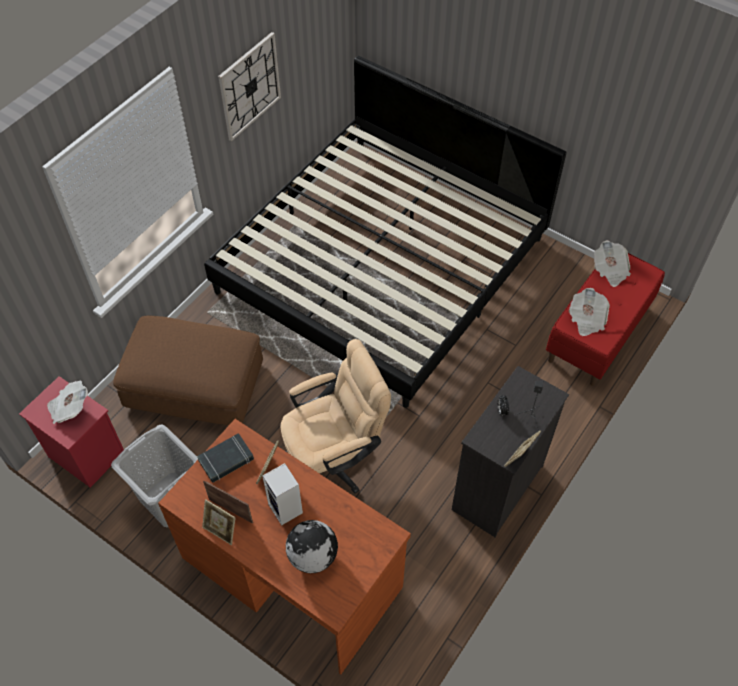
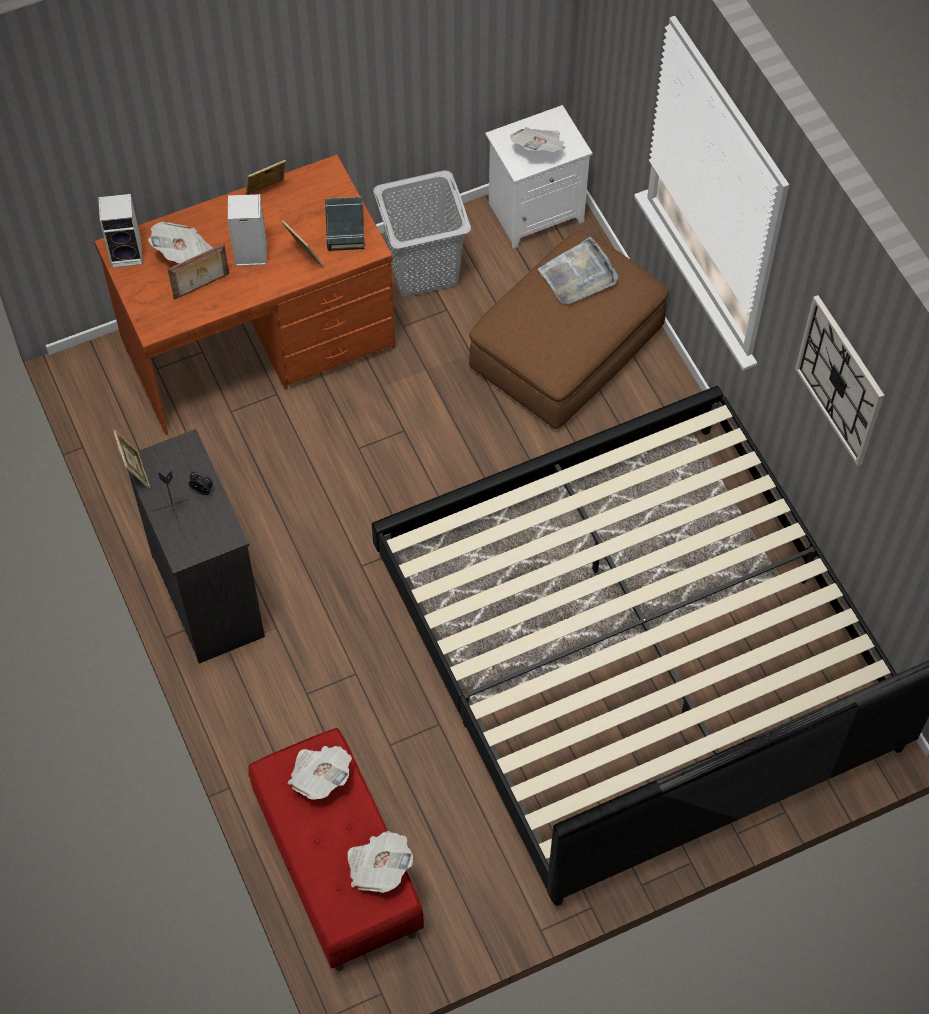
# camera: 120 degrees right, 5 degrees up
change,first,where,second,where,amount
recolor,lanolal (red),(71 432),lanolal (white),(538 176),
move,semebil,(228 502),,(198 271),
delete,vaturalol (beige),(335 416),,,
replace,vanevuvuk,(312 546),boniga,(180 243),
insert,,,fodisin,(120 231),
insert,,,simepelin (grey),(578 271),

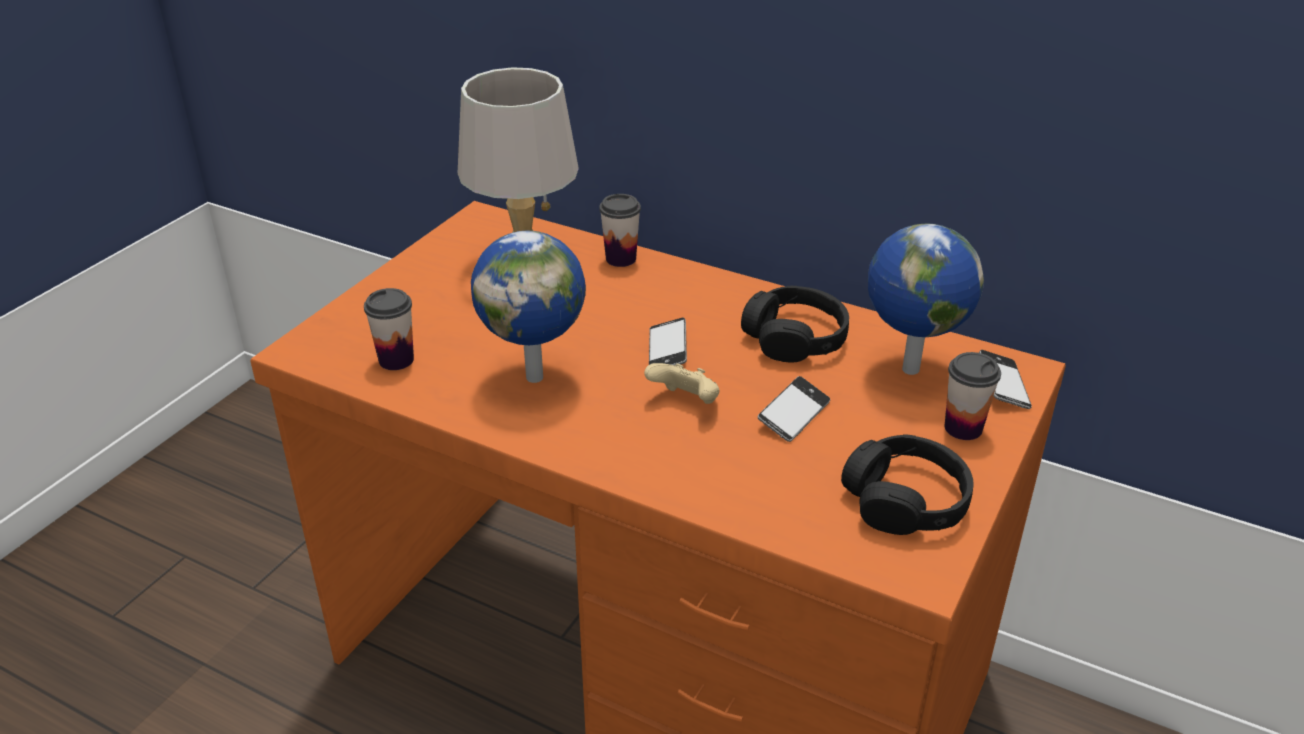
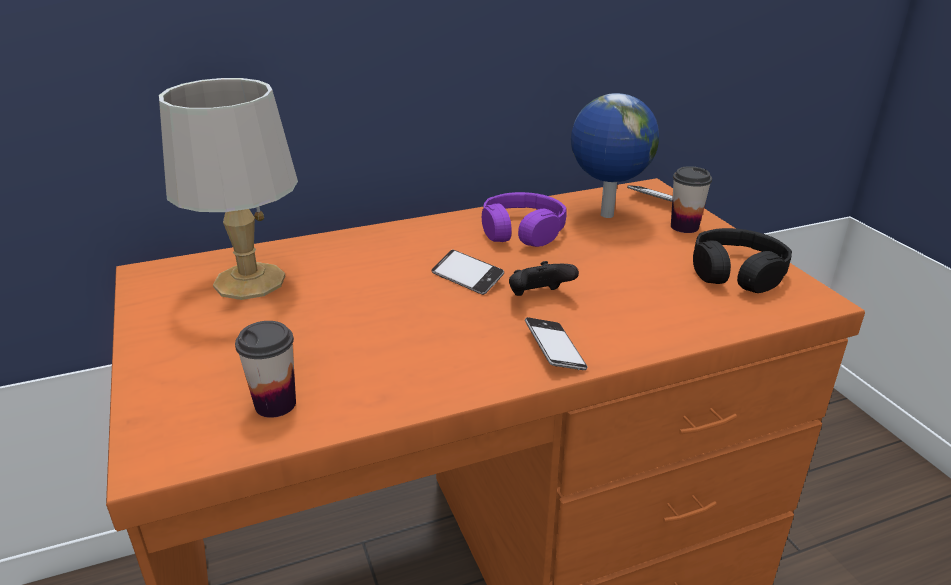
# camera: 50 degrees left, 5 degrees down
change,first,where,second,where,amount
delete,vanevuvuk,(528 306),,,
delete,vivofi,(620 230),,,
recolor,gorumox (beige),(682 383),gorumox (black),(544 278),
recolor,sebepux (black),(795 324),sebepux (purple),(524 219),
move,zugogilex,(793 409),,(556 343),

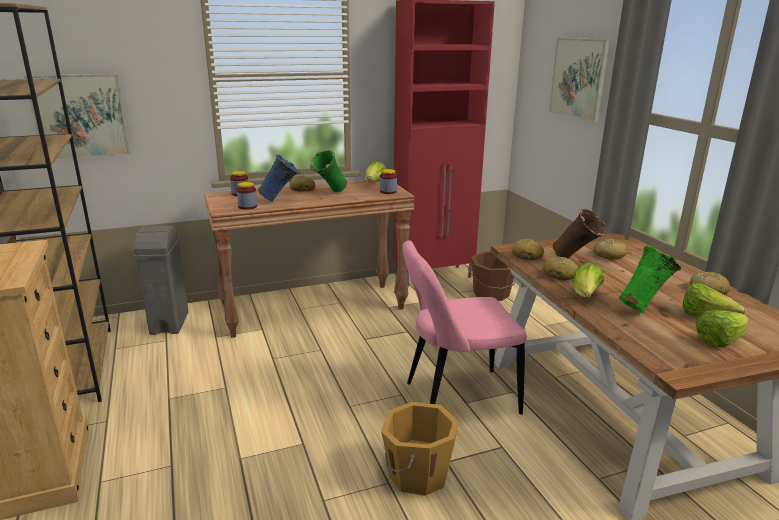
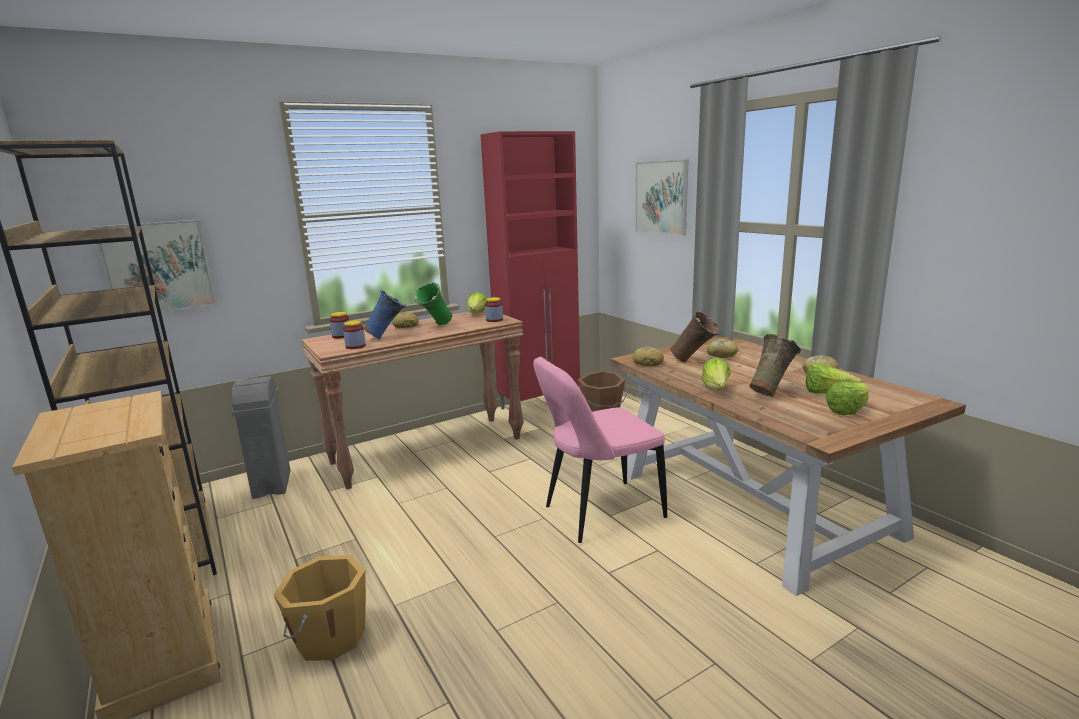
# camera: 10 degrees left, 5 degrees down
change,first,where,second,where,amount
move,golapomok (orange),(420 449),,(320 608),
delete,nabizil,(560 268),,,
recolor,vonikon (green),(650 279),vonikon (beige),(775 365),

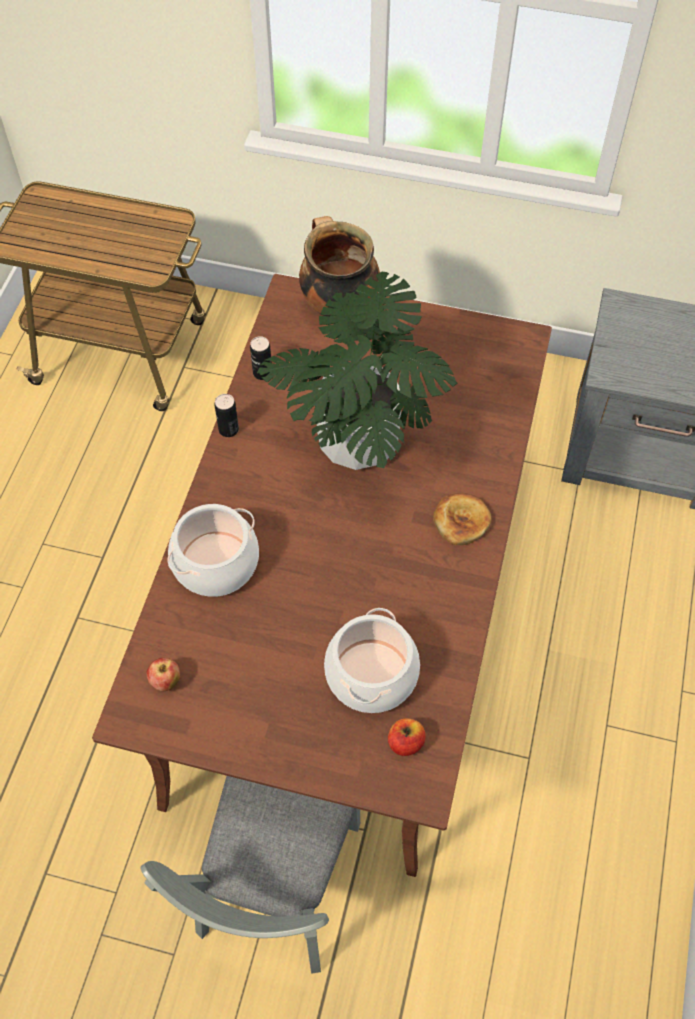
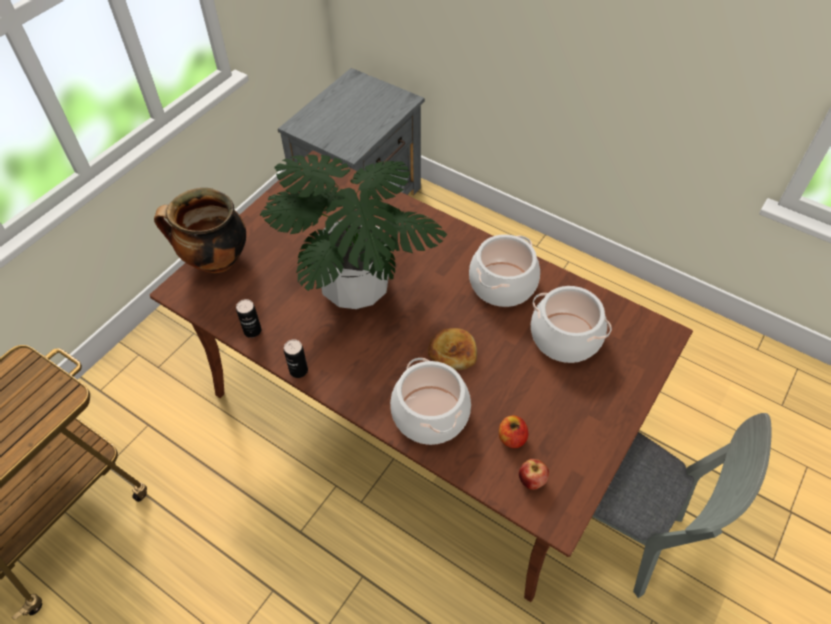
# camera: 70 degrees left, 5 degrees down
change,first,where,second,where,amount
move,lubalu,(407 737),,(513 431),
move,nabizil,(462 519),,(452 349),
insert,,,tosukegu,(504 270),

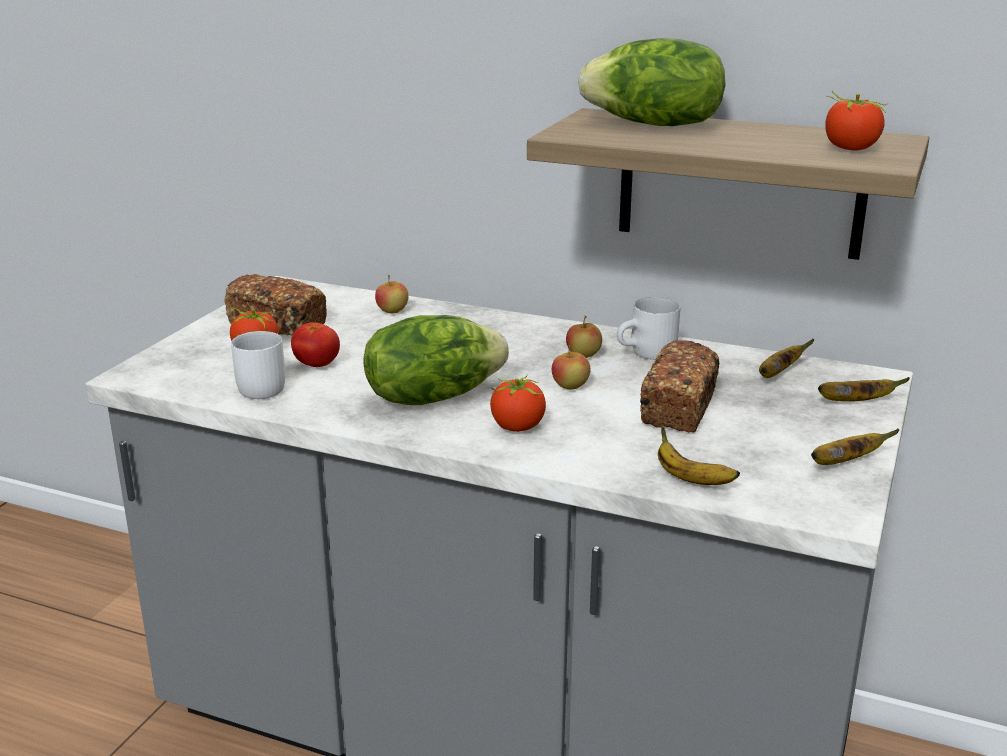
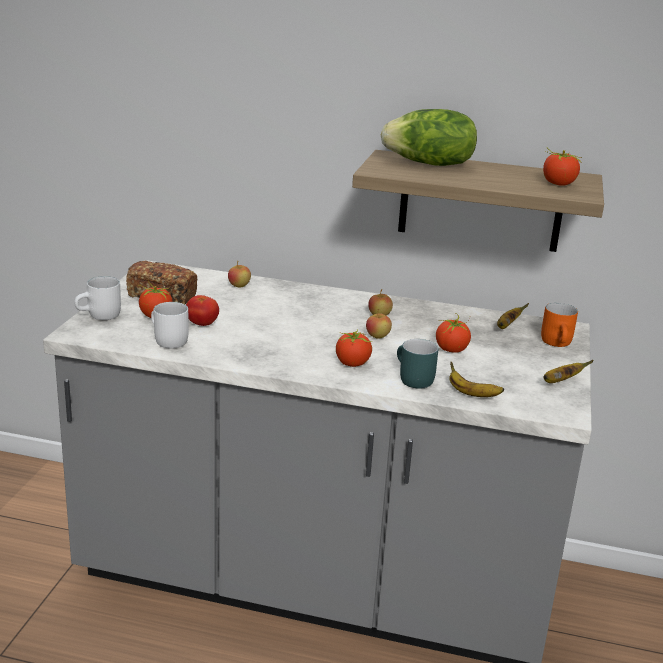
# camera: 10 degrees left, 0 degrees up
change,first,where,second,where,amount
delete,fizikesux,(436 360),,,
move,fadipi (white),(648 328),,(97 298),
replace,nabizil,(679 386),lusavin,(453 333),
replace,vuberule,(864 389),fadipi (orange),(559 325),
insert,,,fadipi (turquoise),(417 364),

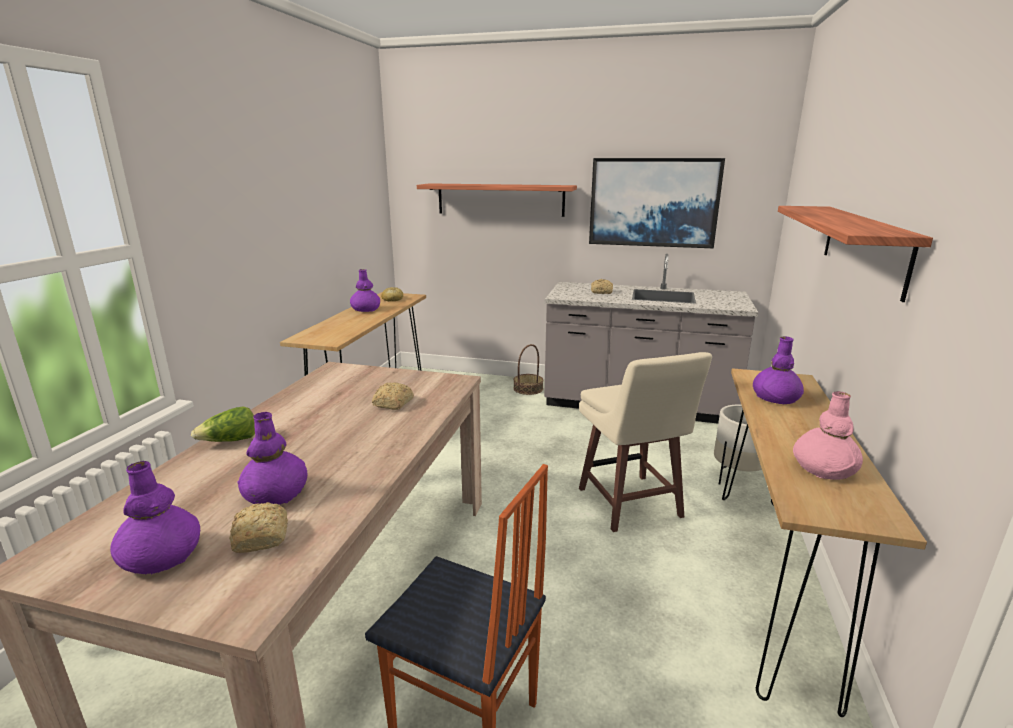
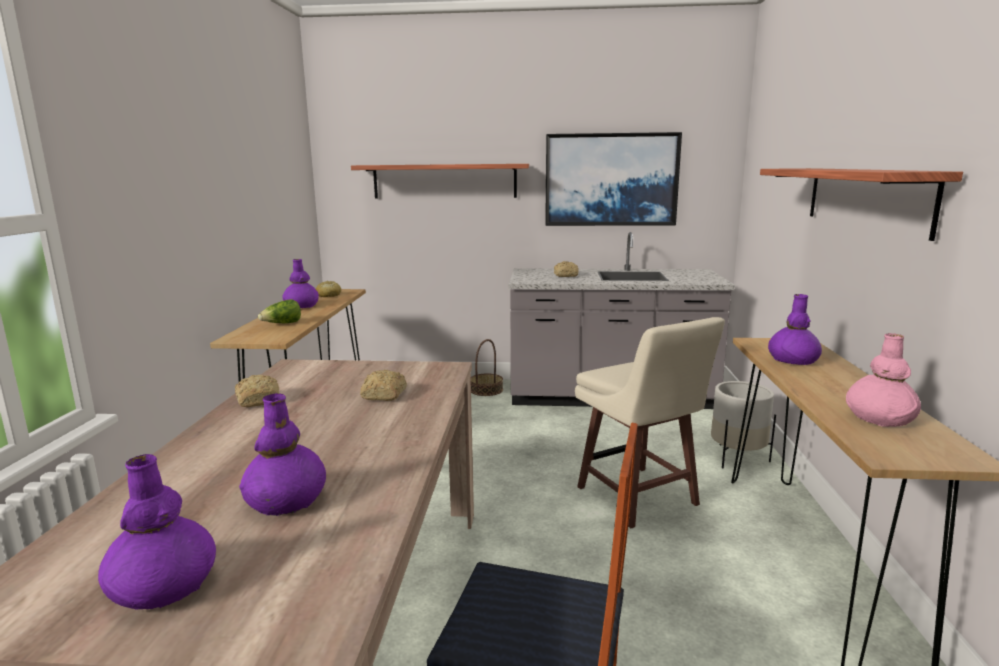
# camera: 10 degrees left, 5 degrees down
change,first,where,second,where,amount
move,fizikesux,(223 424),,(279 311),
move,nabizil,(258 527),,(257 391),

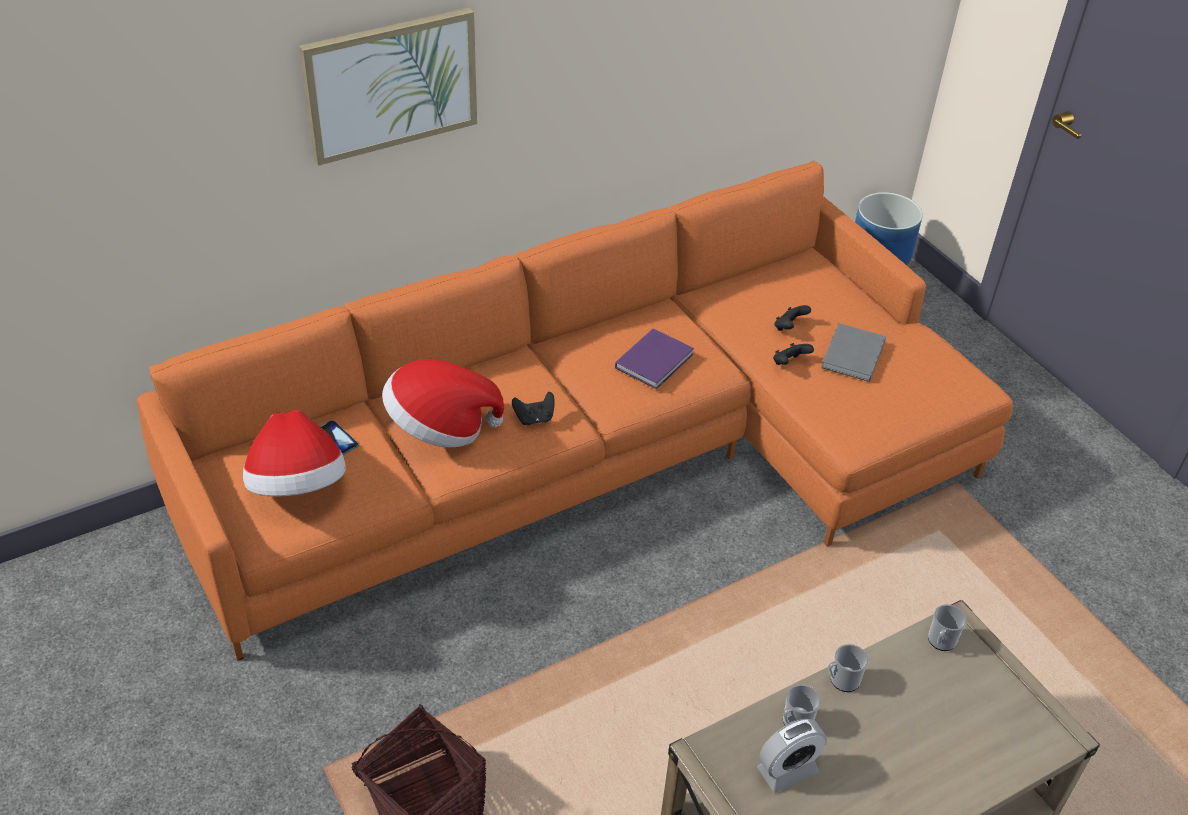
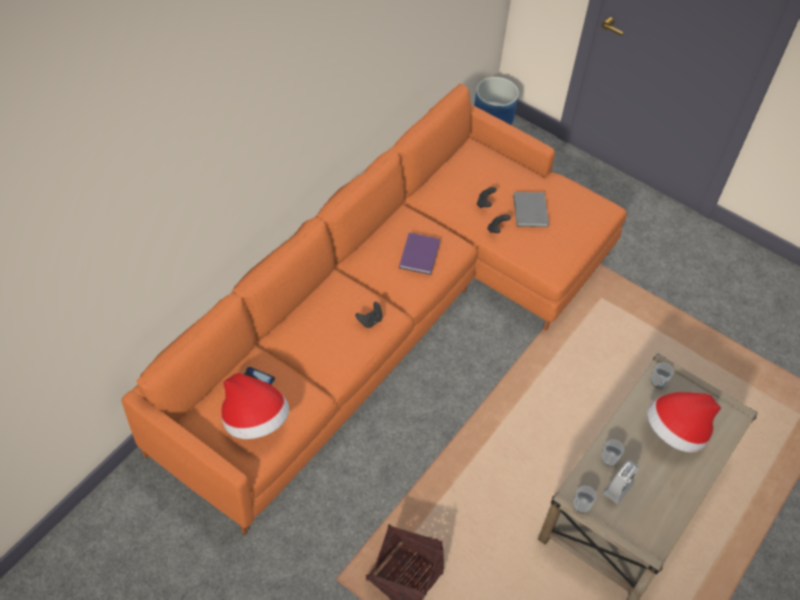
# camera: 25 degrees left, 10 degrees up
change,first,where,second,where,amount
delete,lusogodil,(388 87),,,
move,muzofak,(443 403),,(684 422),
move,fadipi,(848 668),,(584 499),

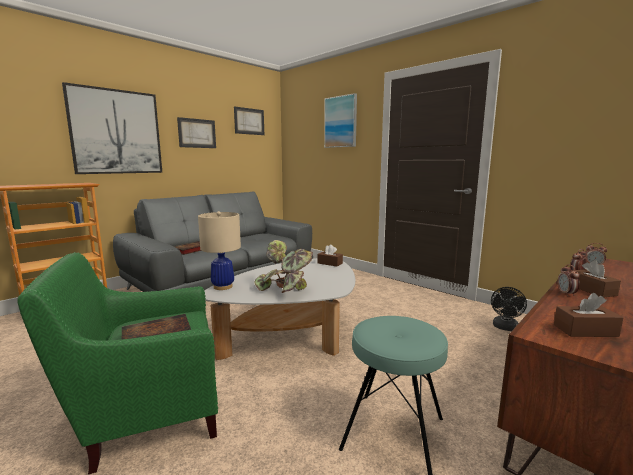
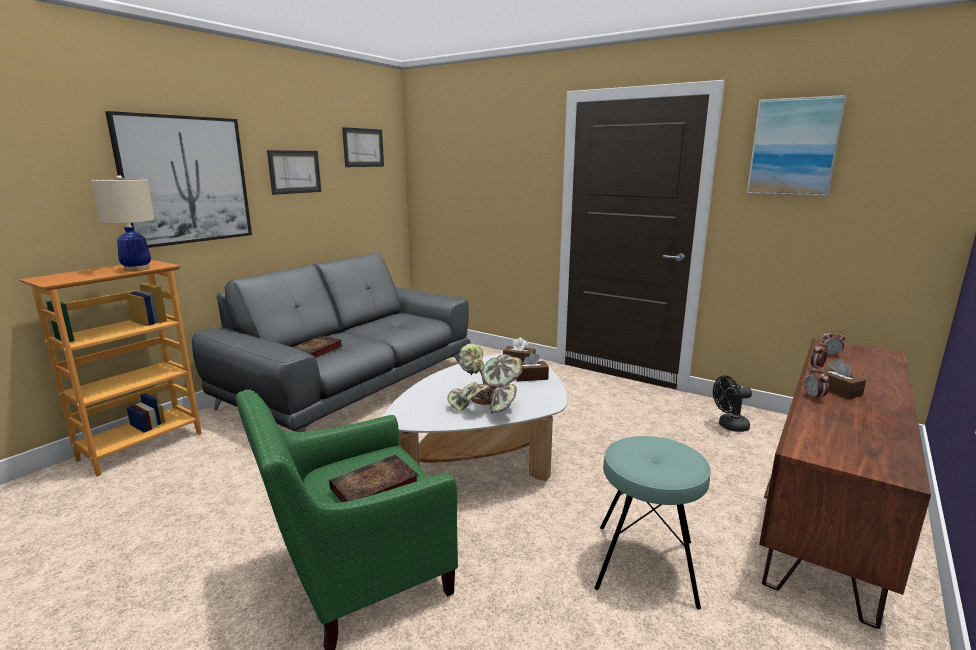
# camera: 10 degrees left, 5 degrees up
change,first,where,second,where,amount
move,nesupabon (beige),(219 250),,(123 223),
move,lusogodil,(340 120),,(796 145),
rotate,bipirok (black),(509 309),,(732 403),60 degrees clockwise
move,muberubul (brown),(589 315),,(532 367),

